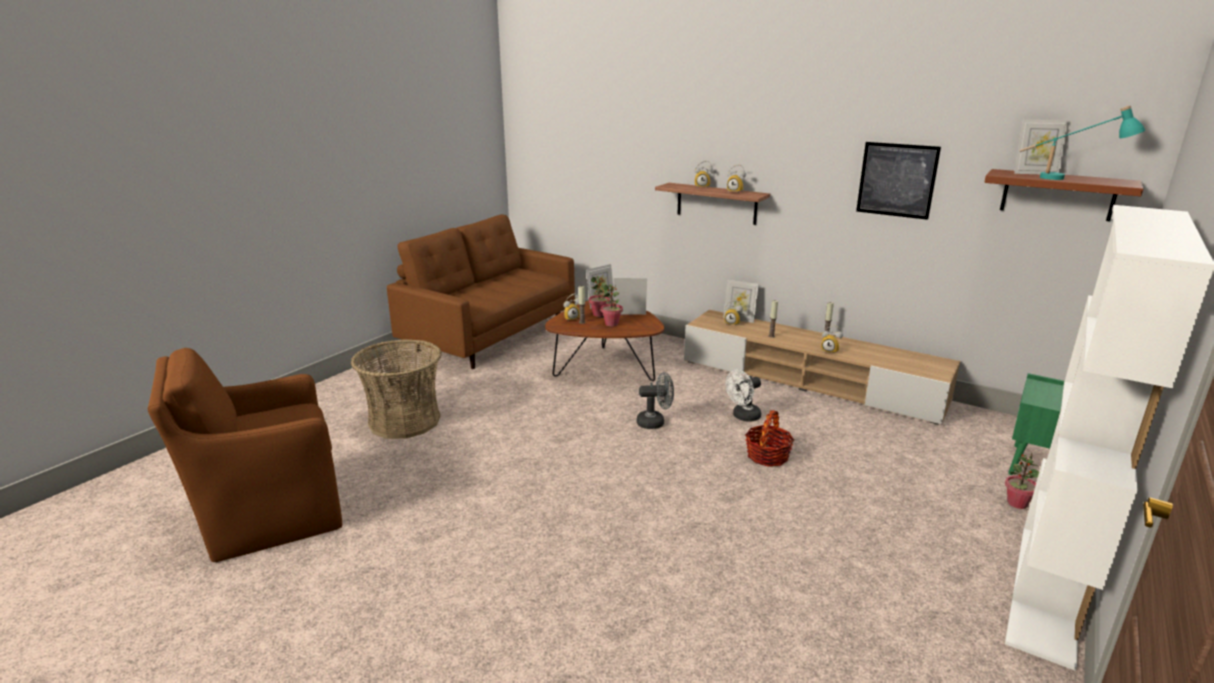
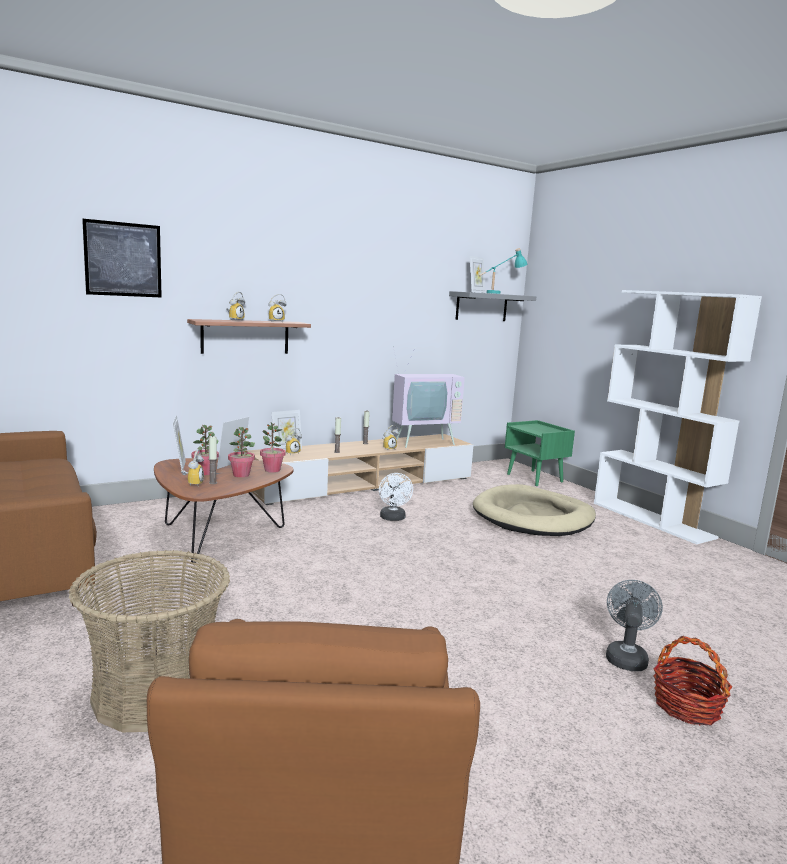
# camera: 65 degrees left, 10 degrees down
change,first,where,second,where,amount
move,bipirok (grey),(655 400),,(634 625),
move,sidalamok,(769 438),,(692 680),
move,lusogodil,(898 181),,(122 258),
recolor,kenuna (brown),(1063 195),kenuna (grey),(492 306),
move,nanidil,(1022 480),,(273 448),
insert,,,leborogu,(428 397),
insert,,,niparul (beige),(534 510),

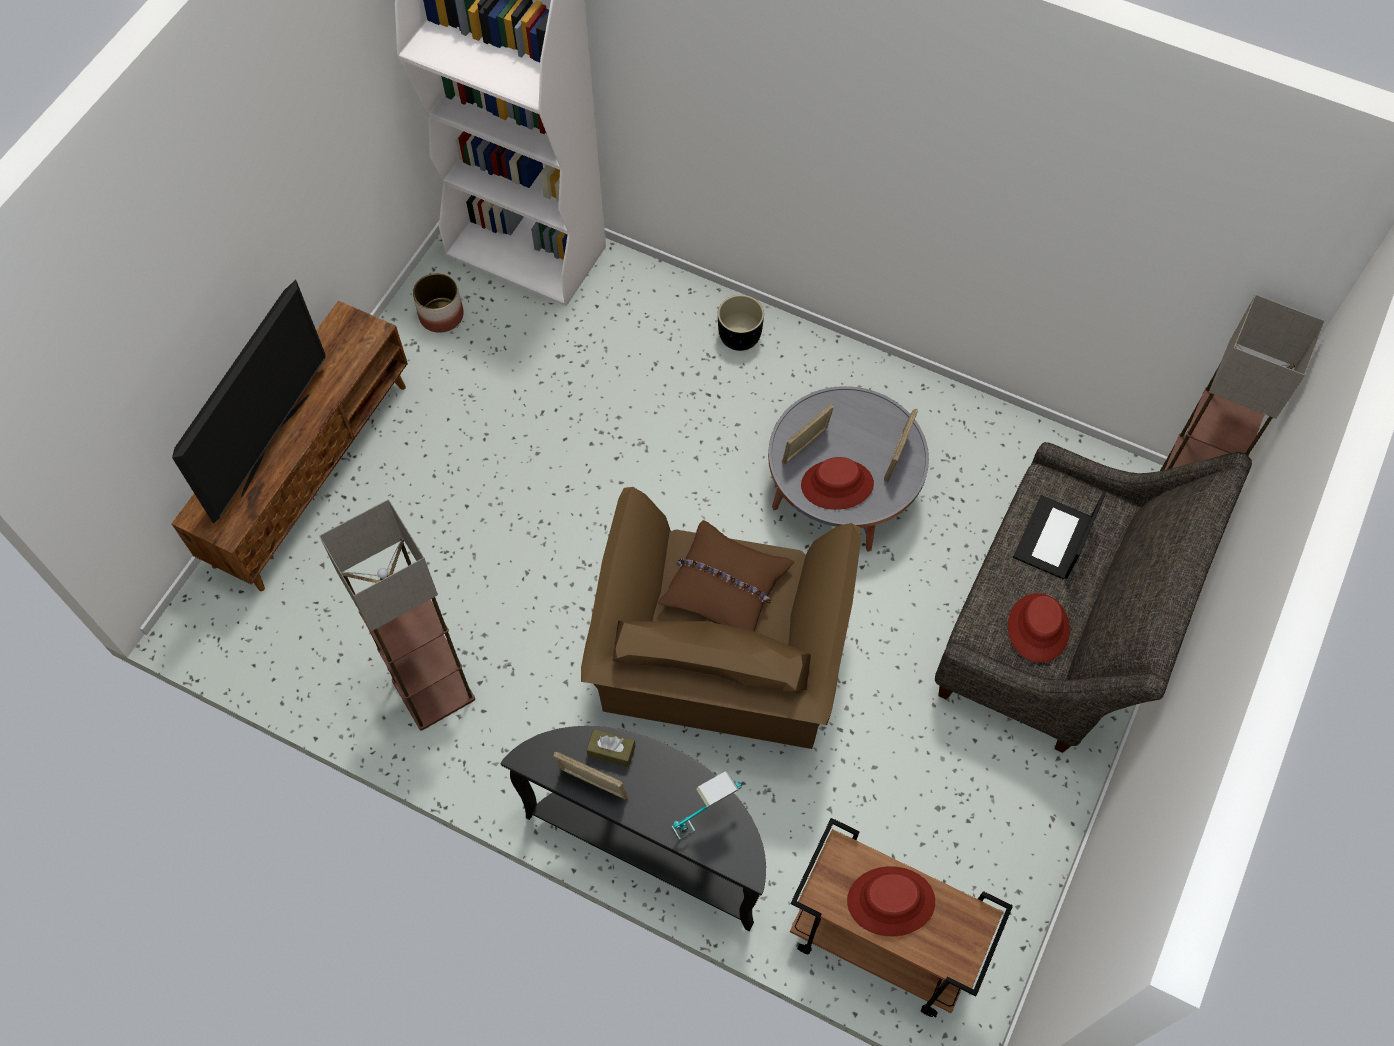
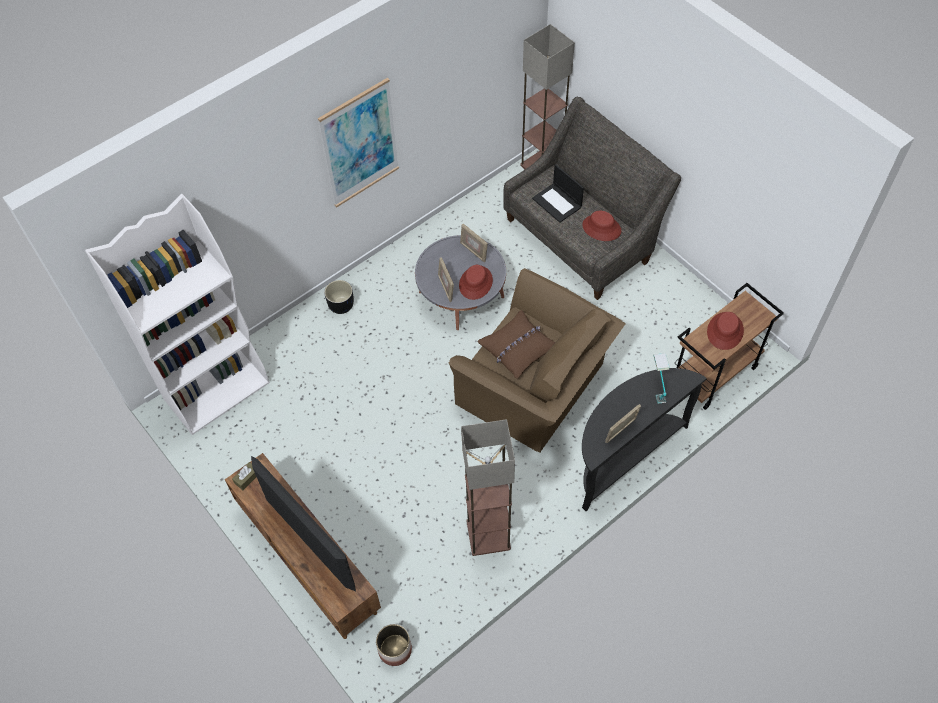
# camera: 65 degrees left, 5 degrees down
change,first,where,second,where,amount
move,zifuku,(438 303),,(394 645),
move,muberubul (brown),(610 748),,(244 476),
insert,,,lusogodil,(358 142),

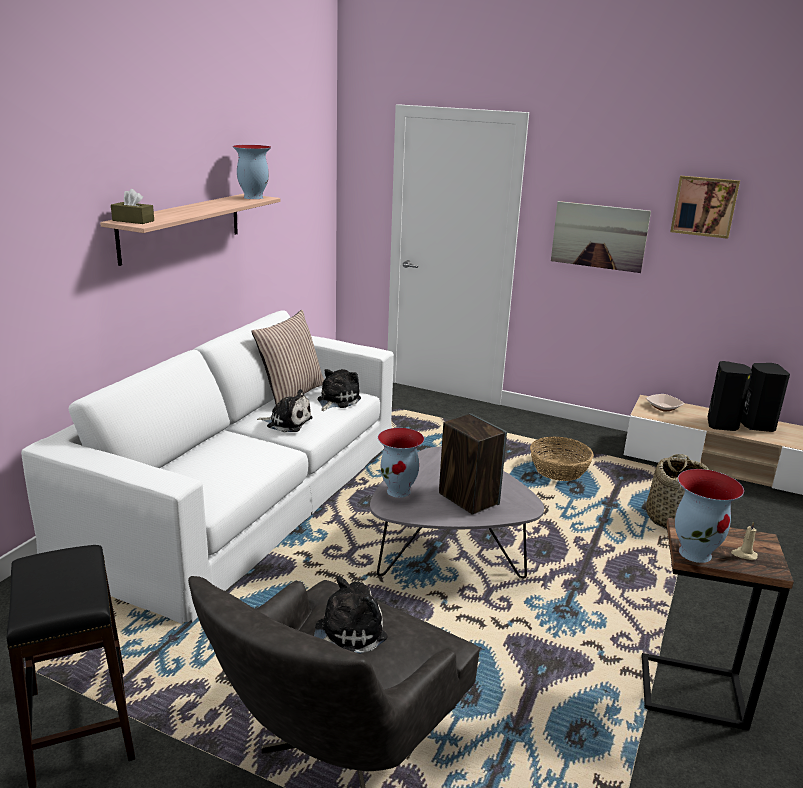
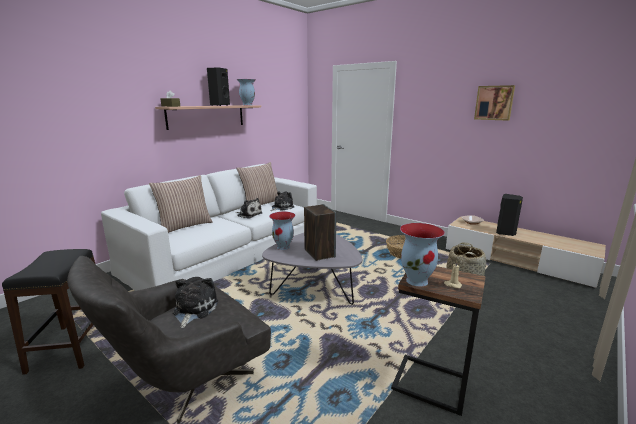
# camera: 15 degrees right, 5 degrees down
change,first,where,second,where,amount
rotate,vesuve,(351 615),,(195 302),60 degrees counterclockwise
delete,lusogodil,(601 237),,,
move,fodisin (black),(765 397),,(218 87),
insert,,,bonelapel,(181 204),

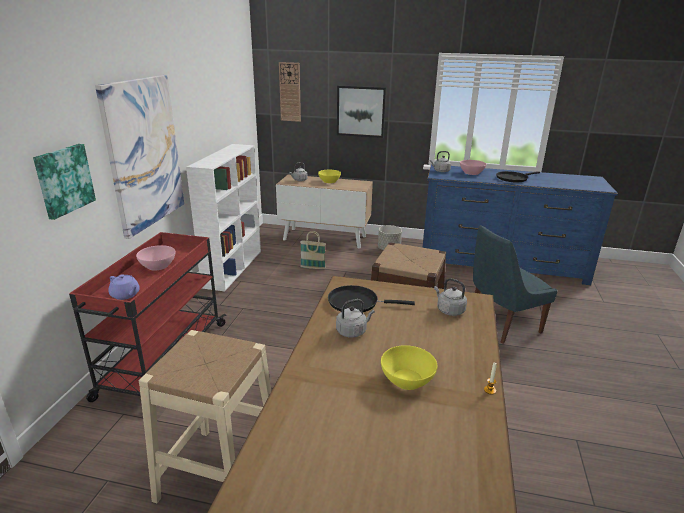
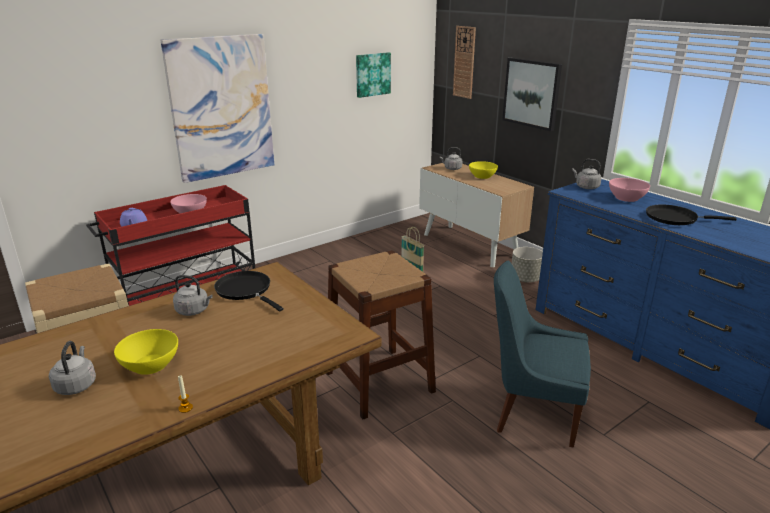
# camera: 40 degrees right, 0 degrees up
change,first,where,second,where,amount
move,lusogodil,(64 182),,(373 75),
delete,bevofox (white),(223 218),,,
move,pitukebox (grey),(450 297),,(72 368),

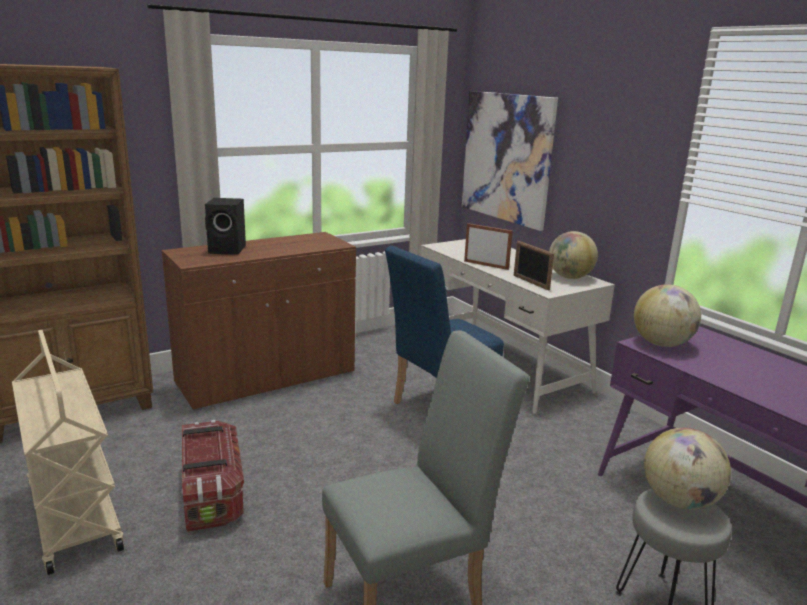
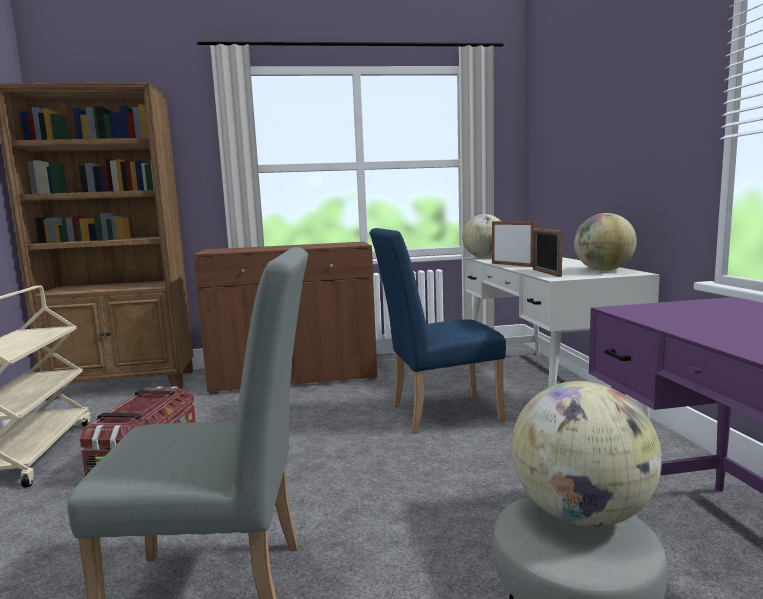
# camera: 25 degrees right, 10 degrees down
change,first,where,second,where,amount
delete,fodisin (black),(225 226),,,
delete,lusogodil,(510 161),,,
move,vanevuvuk,(667 315),,(481 236),

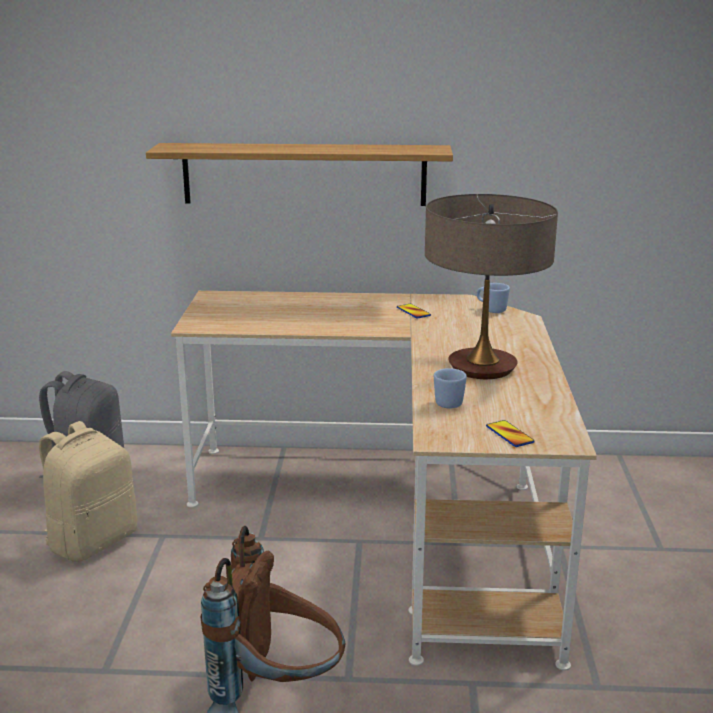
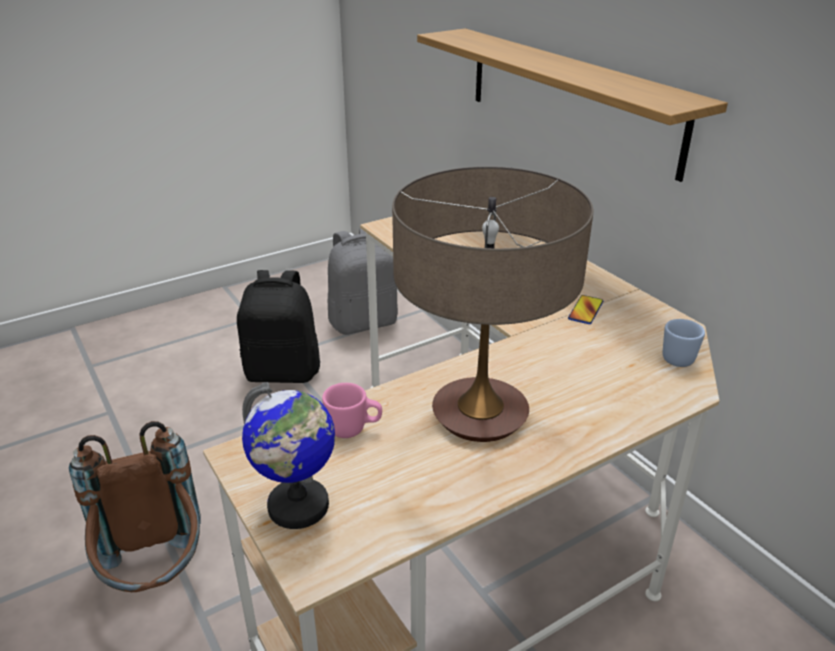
# camera: 55 degrees right, 10 degrees up
change,first,where,second,where,amount
recolor,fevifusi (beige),(88 491),fevifusi (black),(278 326),
recolor,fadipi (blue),(450 388),fadipi (pink),(352 410),
replace,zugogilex,(510 433),vanevuvuk,(288 455),

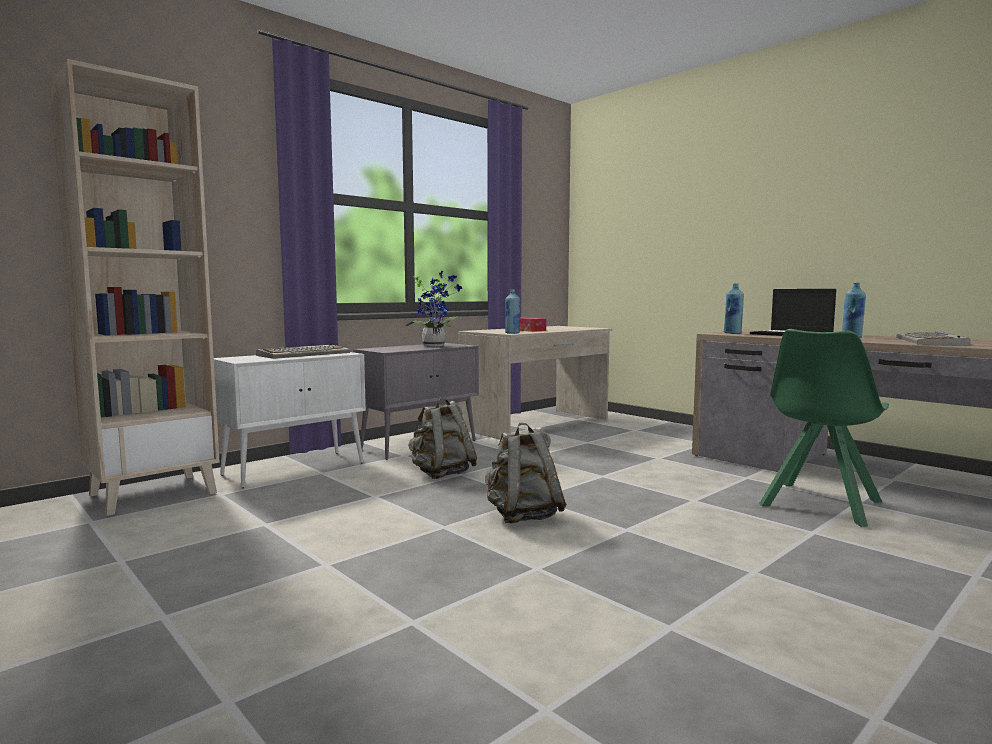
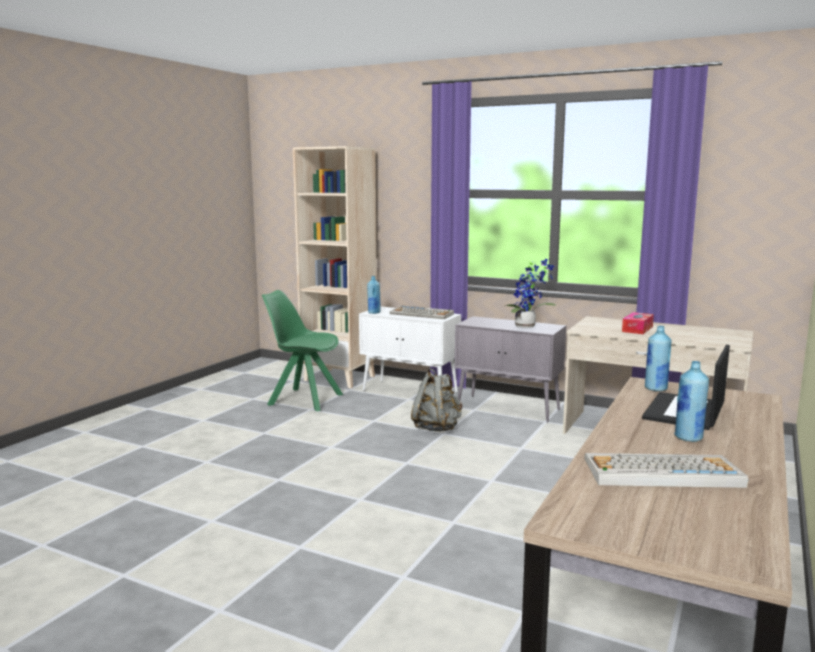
# camera: 70 degrees right, 5 degrees up
change,first,where,second,where,amount
delete,fevifusi (grey),(526 473),,,
move,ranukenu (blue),(512 311),,(374 295),
move,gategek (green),(824 428),,(302 350),

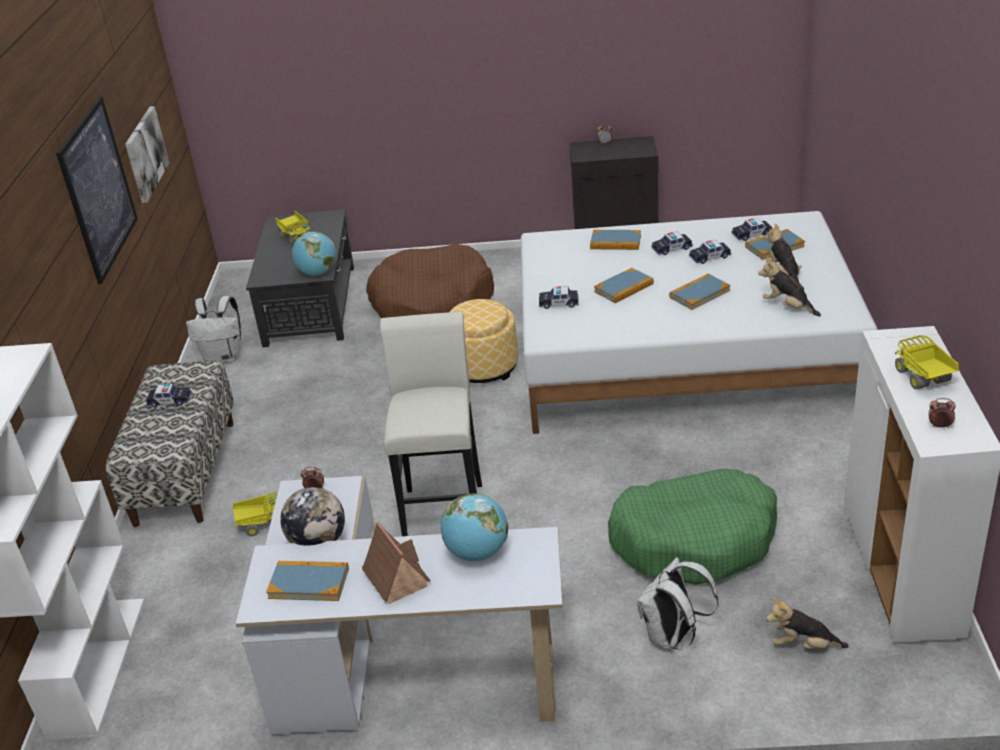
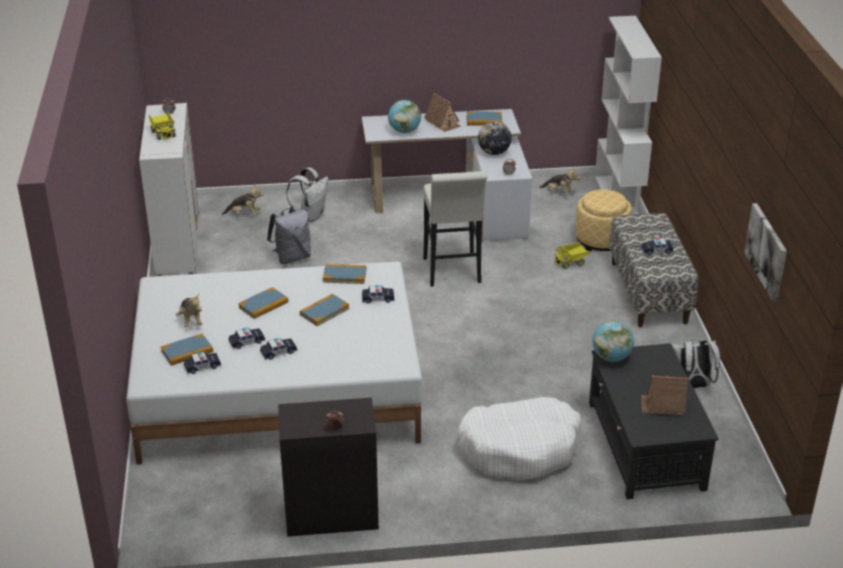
# camera: 170 degrees right, 0 degrees up
change,first,where,second,where,amount
delete,lusogodil,(97 190),,,
replace,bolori,(293 228),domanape,(664 395),
recolor,niparul (brown),(430 281),niparul (white),(519 439),
move,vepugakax,(484 341),,(603 220),
move,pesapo,(615 240),,(345 274),
replace,niparul (green),(692 527),fevifusi (grey),(289 235),
move,vesuve,(789 287),,(559 182),

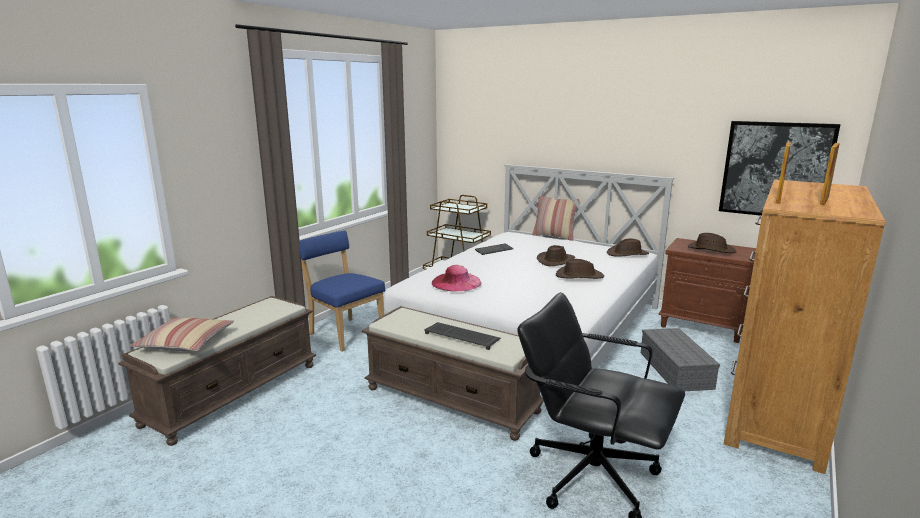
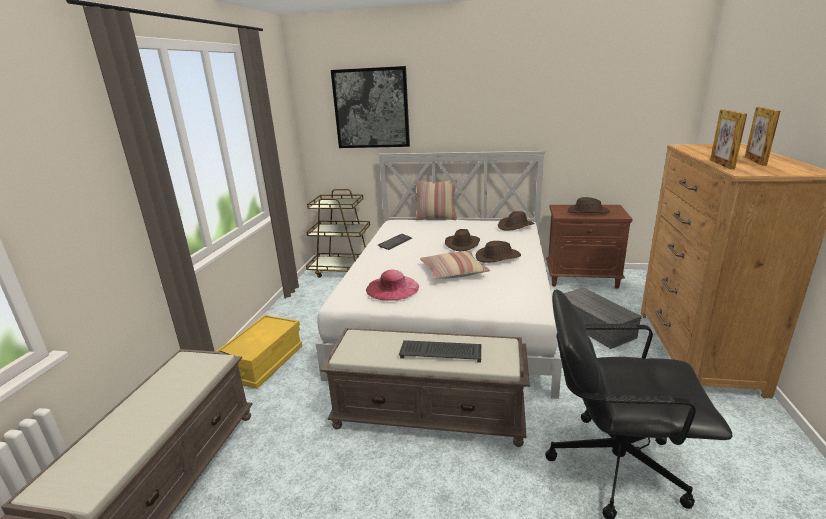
# camera: 20 degrees left, 5 degrees up
change,first,where,second,where,amount
move,bonelapel,(182 334),,(455 265),
replace,gategek (blue),(342 291),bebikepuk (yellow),(258 351),
move,lusogodil,(780 168),,(370 107),

